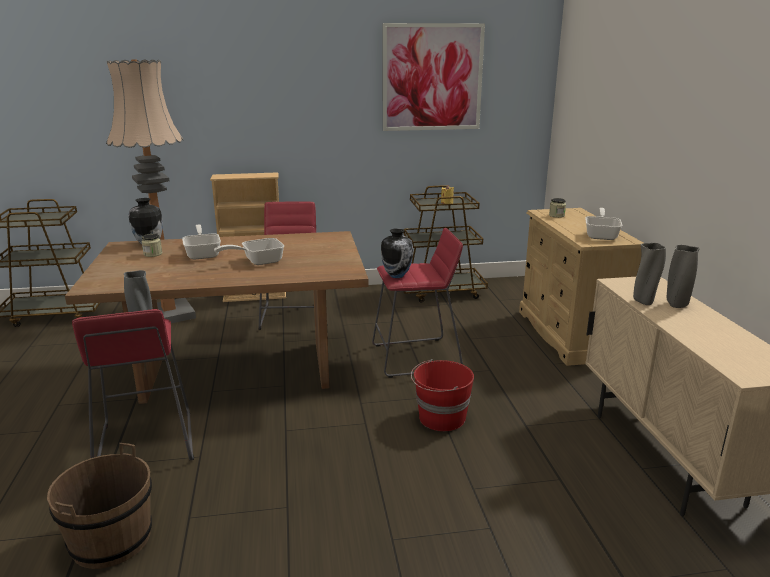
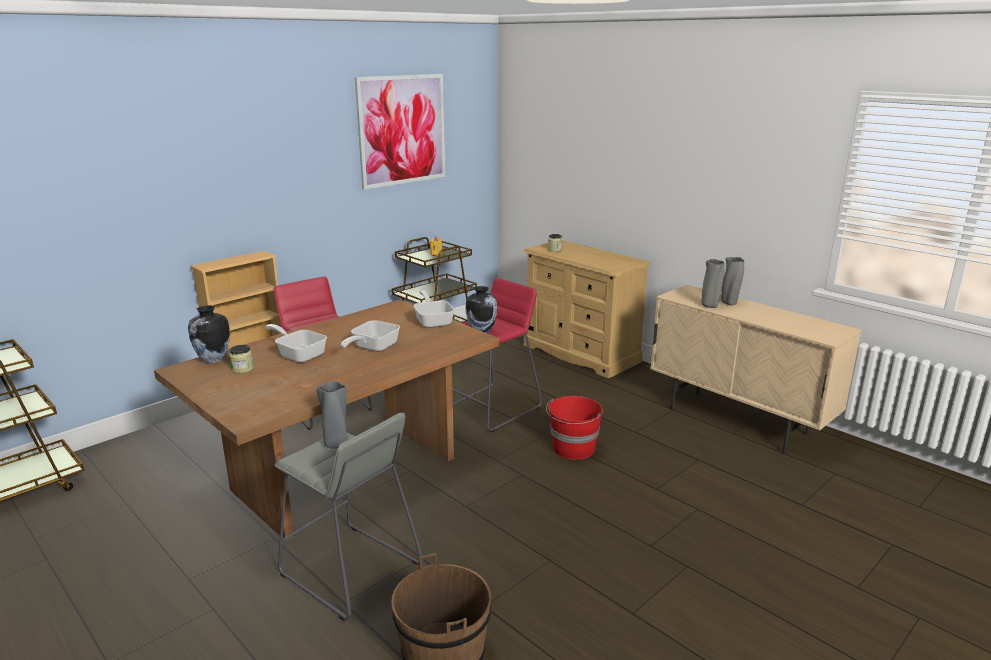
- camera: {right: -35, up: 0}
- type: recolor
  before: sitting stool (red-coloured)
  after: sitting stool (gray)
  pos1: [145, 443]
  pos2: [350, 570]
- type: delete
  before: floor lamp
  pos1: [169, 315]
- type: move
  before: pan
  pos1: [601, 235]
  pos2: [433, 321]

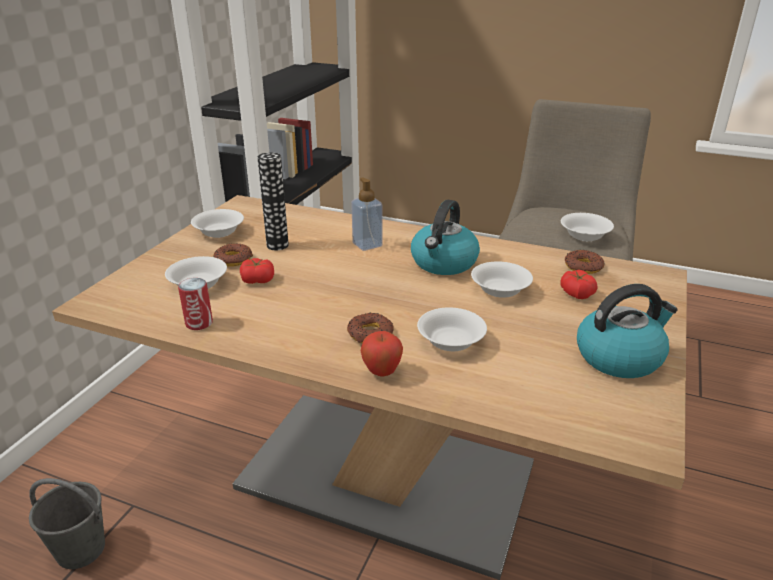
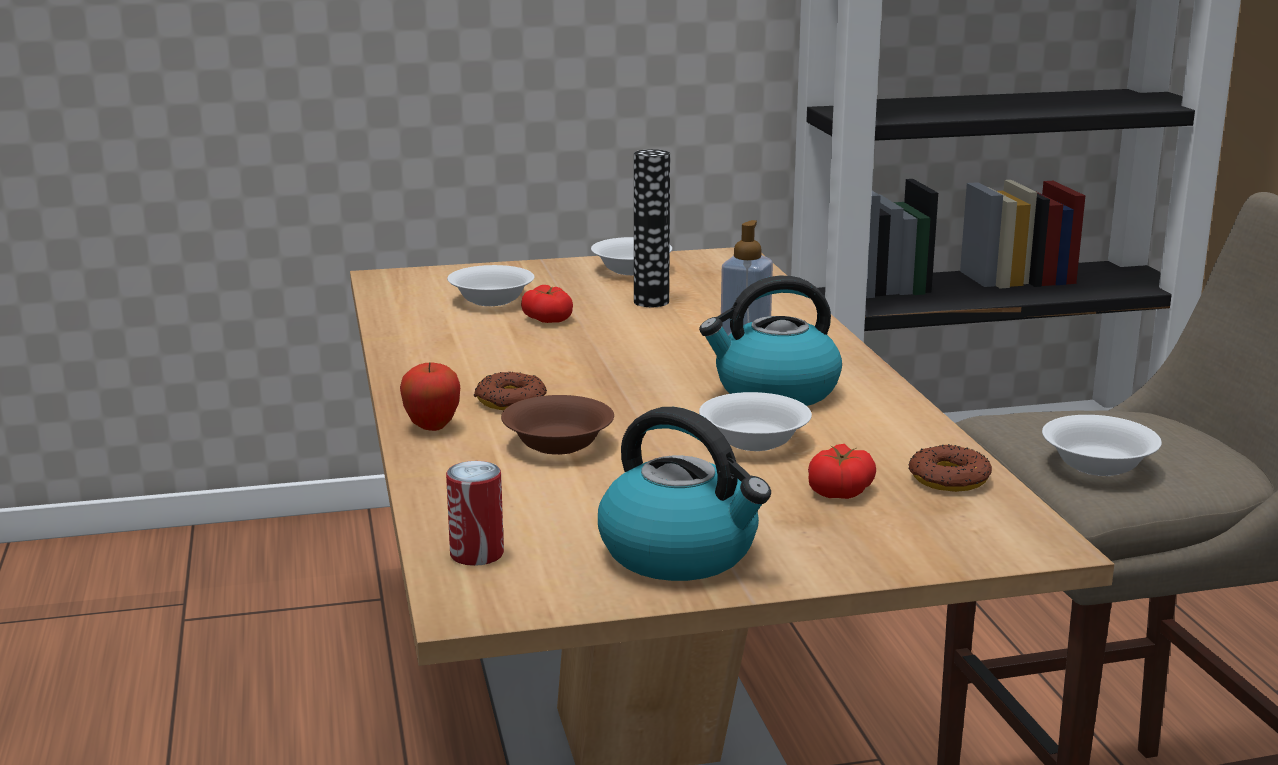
- camera: {right: 55, up: -10}
- type: delete
  before: pail (gray)
  pos1: [81, 549]
- type: move
  before: metal can
  pos1: [199, 323]
  pos2: [476, 554]
- type: delete
  before: doughnut
  pos1: [233, 259]
- type: recolor
  before: serving bowl (whitish)
  after: serving bowl (brown)
  pos1: [450, 341]
  pos2: [557, 444]

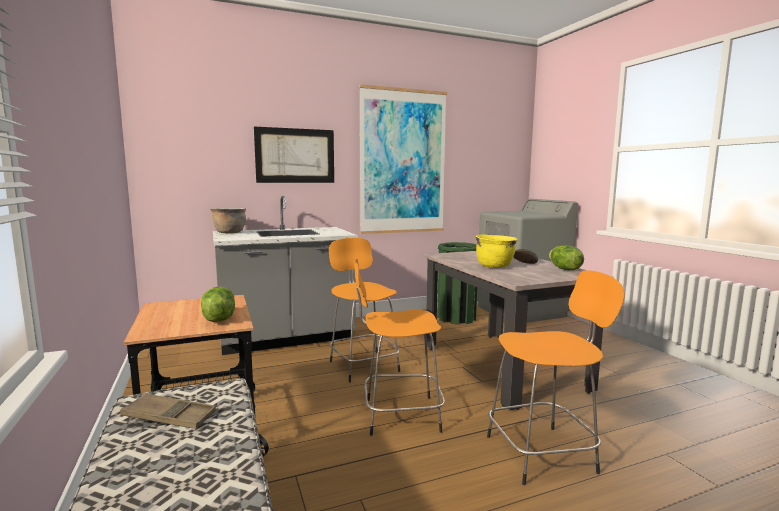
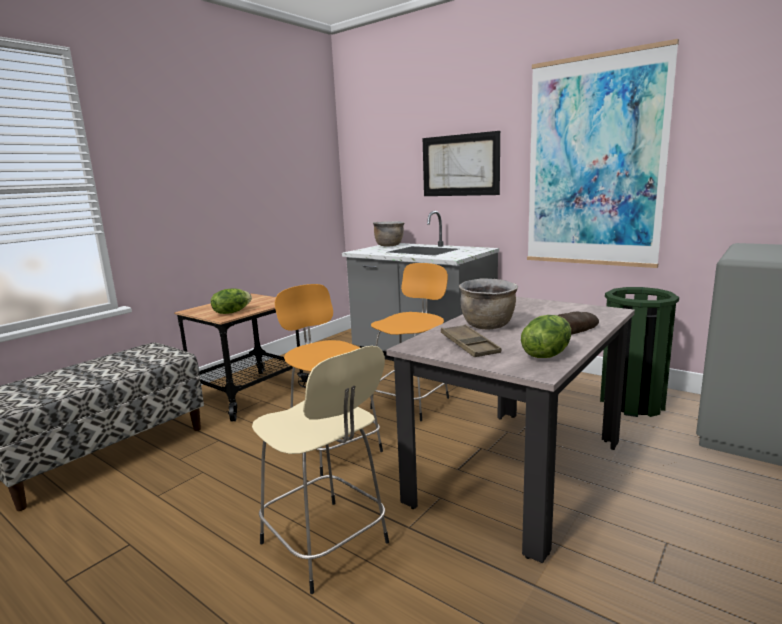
- camera: {right: 60, up: 5}
- type: move
  before: carrying tray (brown)
  pos1: [169, 417]
  pos2: [469, 346]
- type: recolor
  before: cooking pot (yellow)
  after: cooking pot (brown)
  pos1: [494, 266]
  pos2: [488, 326]
- type: recolor
  before: sitting stool (orangey)
  after: sitting stool (beige)
  pos1: [543, 453]
  pos2: [327, 545]

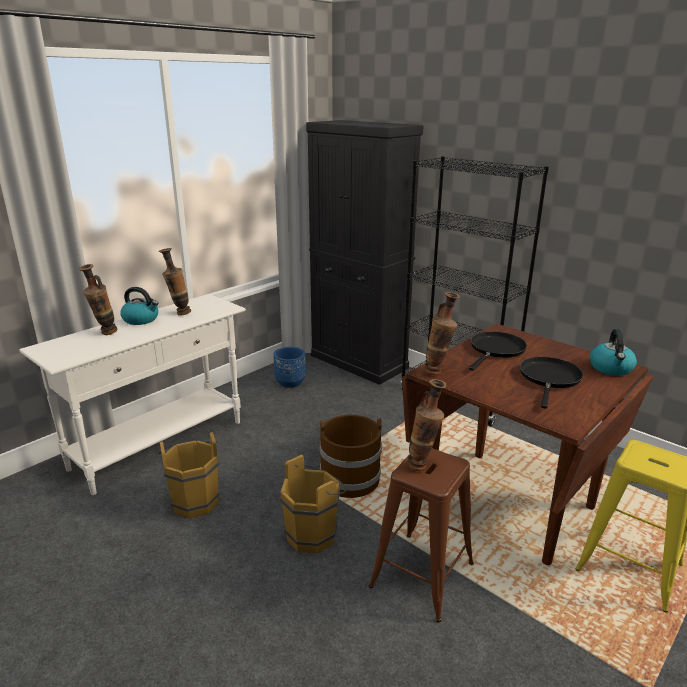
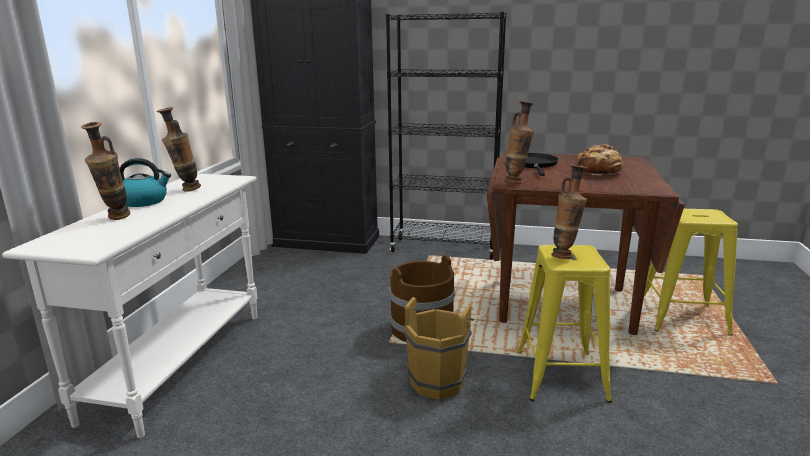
- camera: {right: -30, up: -5}
- type: delete
  before: pail (brown)
  pos1: [195, 500]
- type: delete
  before: flower pot (bluish)
  pos1: [290, 382]
- type: recolor
  before: sitting stool (brown)
  after: sitting stool (yellow)
  pos1: [422, 575]
  pos2: [560, 375]
- type: replace
  before: pan (black-coloured)
  after: bread
  pos1: [549, 378]
  pos2: [599, 172]
- type: delete
  before: tea kettle
  pos1: [611, 368]

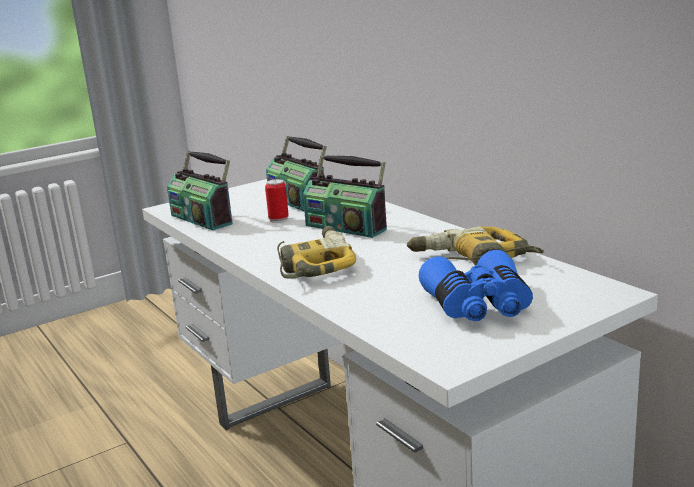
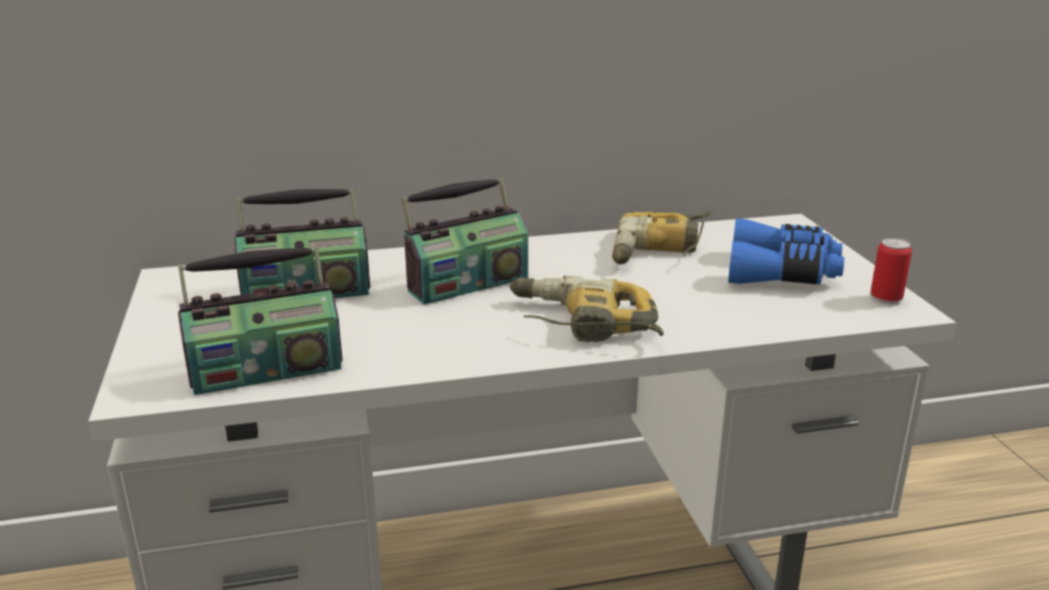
- camera: {right: -70, up: 5}
- type: move
  before: metal can
  pos1: [278, 219]
  pos2: [885, 299]

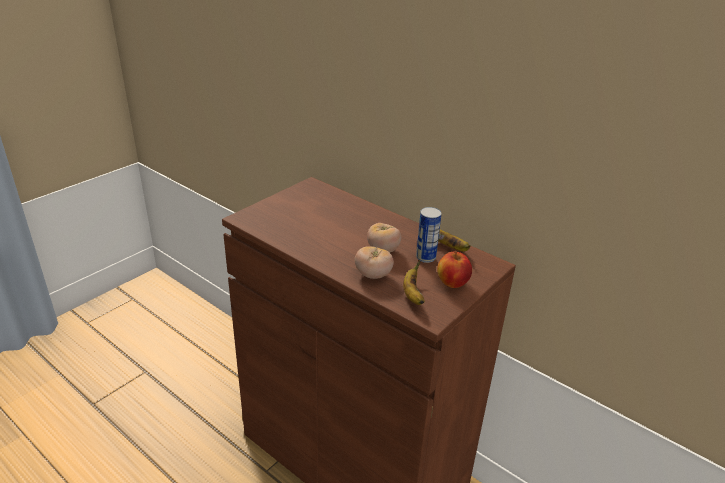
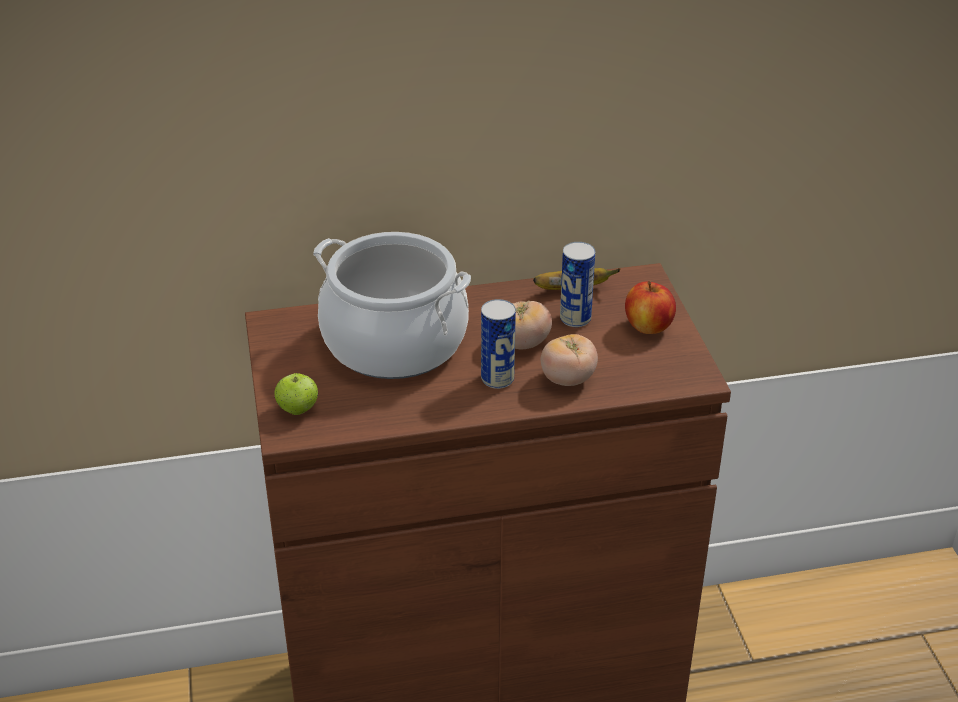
- camera: {right: -50, up: 5}
- type: delete
  before: banana fruit
  pos1: [412, 294]
- type: insert
  after: whole apple
  pos2: [298, 409]
- type: insert
  after: cooking pot
  pos2: [394, 343]
- type: insert
  after: metal can
  pos2: [497, 379]

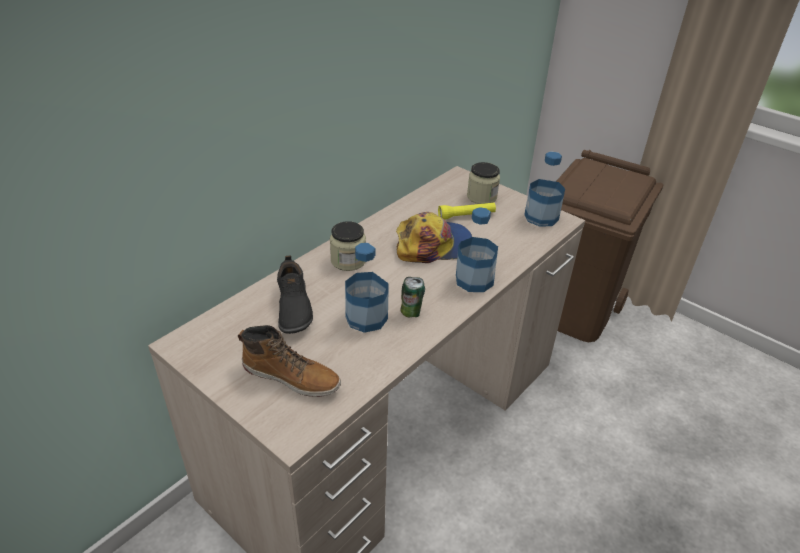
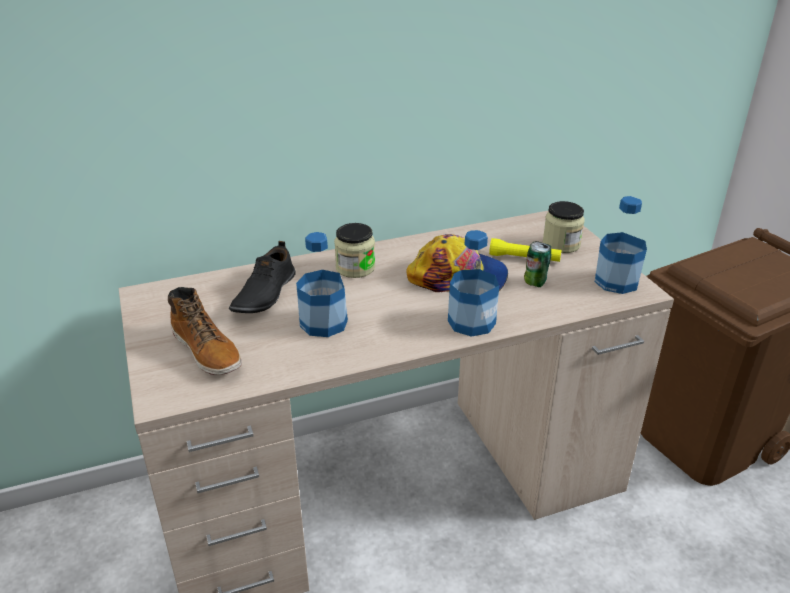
- camera: {right: 30, up: -5}
- type: move
  before: metal can
  pos1: [411, 312]
  pos2: [535, 282]

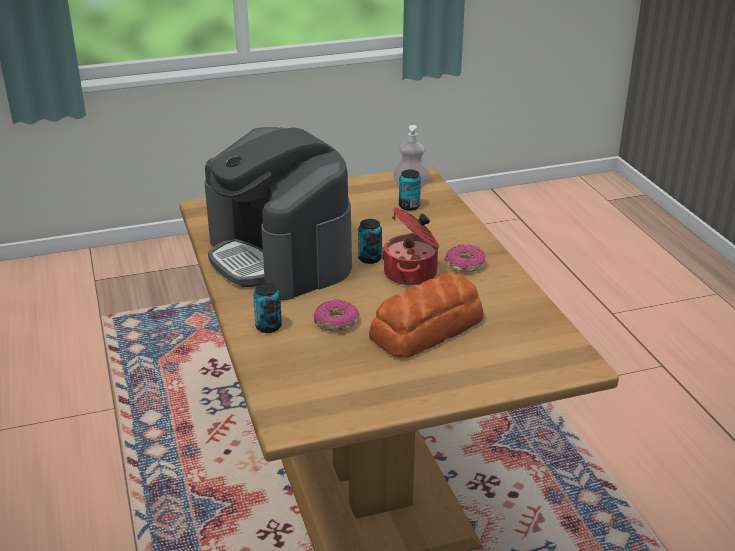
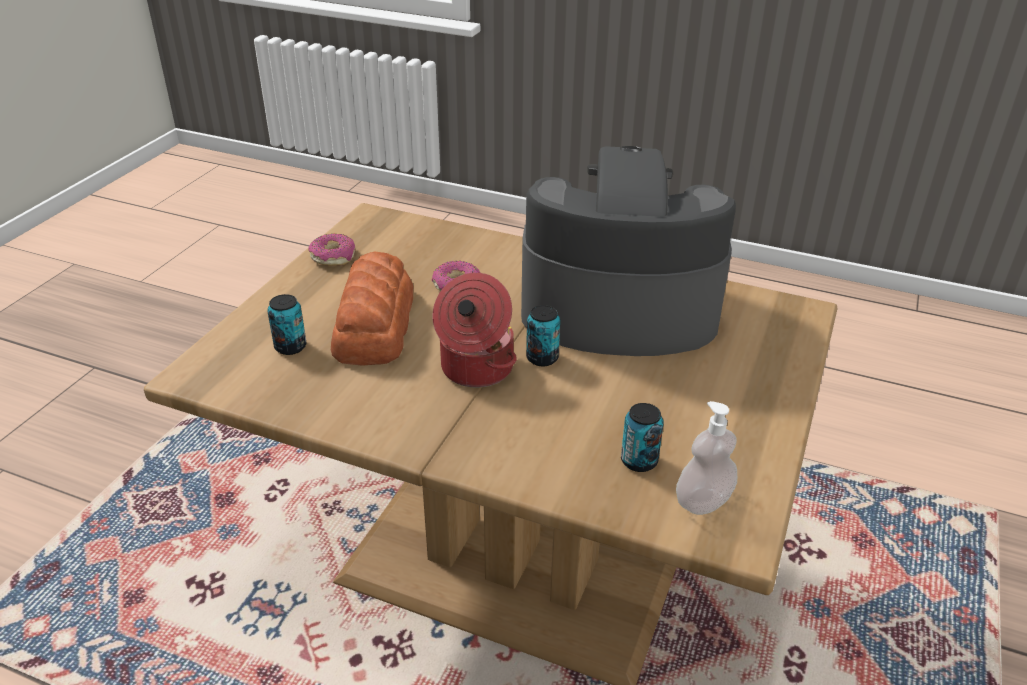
- camera: {right: 130, up: 5}
- type: move
  before: metal can
  pos1: [268, 326]
  pos2: [290, 347]
- type: move
  before: doughnut
  pos1: [465, 265]
  pos2: [333, 257]

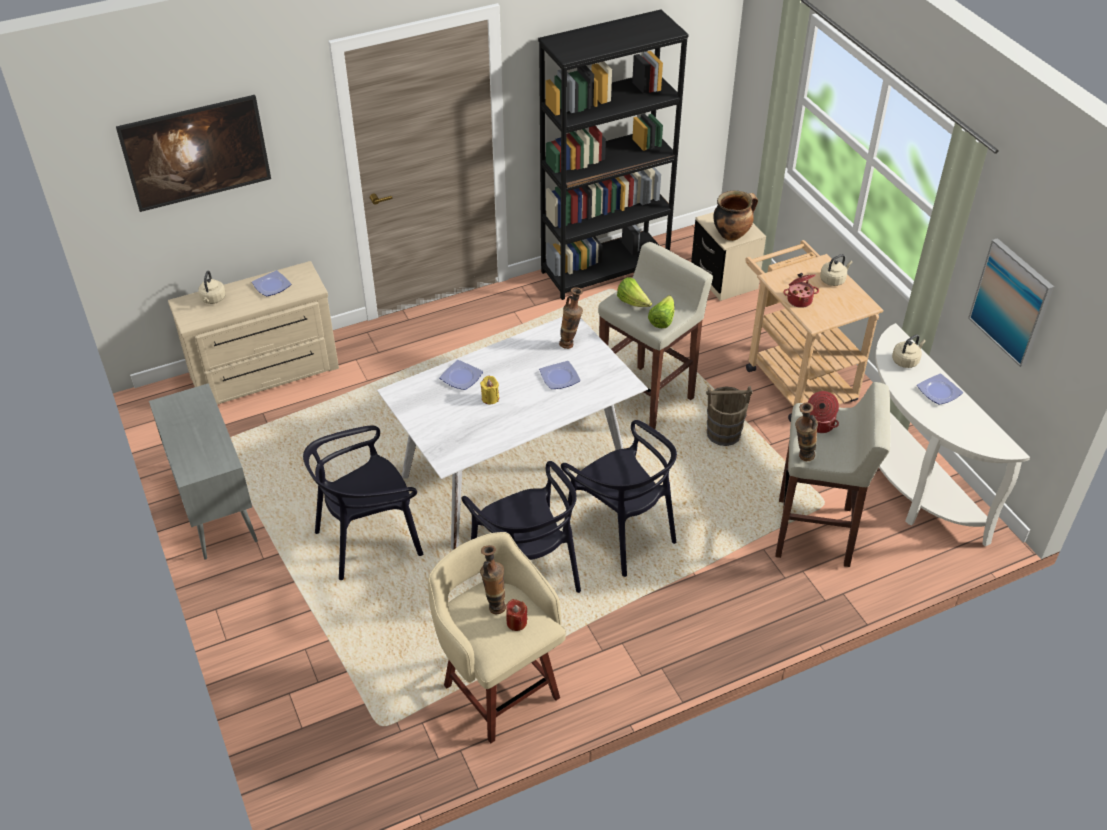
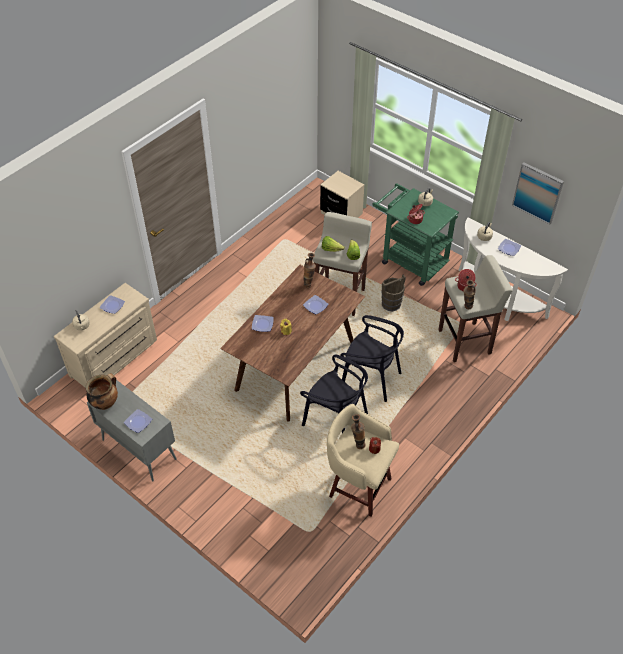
- camera: {right: -25, up: 5}
- type: delete
  before: picture
  pos1: [201, 173]
- type: delete
  before: chair (black-coloured)
  pos1: [369, 539]
- type: recolor
  before: dinner table (whitish)
  after: dinner table (brown)
  pos1: [515, 474]
  pos2: [296, 366]
- type: delete
  before: bookcase (black-coloured)
  pos1: [605, 269]
- type: move
  before: cooking pot
  pos1: [732, 234]
  pos2: [105, 402]
- type: recolor
  before: trolley (beige)
  after: trolley (green-coloured)
  pos1: [794, 378]
  pos2: [409, 260]
- type: insert
  after: dinner plate
  pos2: [138, 421]

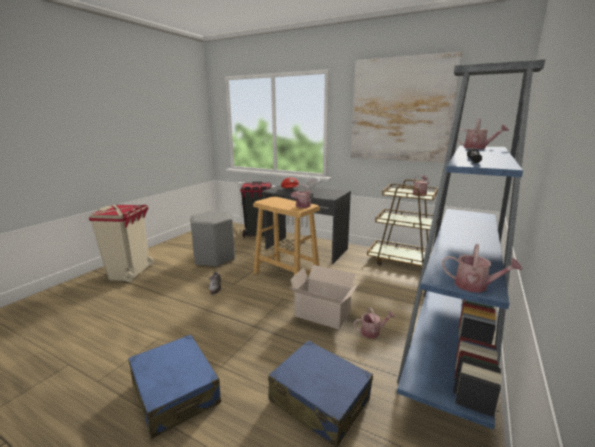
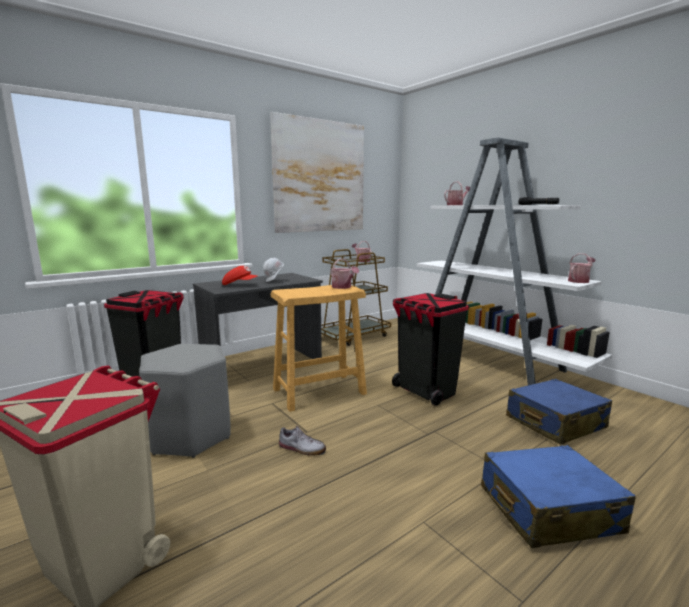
- camera: {right: -65, up: -5}
- type: replace
  before: cardboard box
  after: rubbish bin (black-coloured)
  pos1: [324, 315]
  pos2: [426, 391]
- type: delete
  before: watering pot
  pos1: [372, 332]
- type: recolor
  before: bookcase (bluish)
  after: bookcase (whitish)
  pos1: [450, 342]
  pos2: [488, 358]

